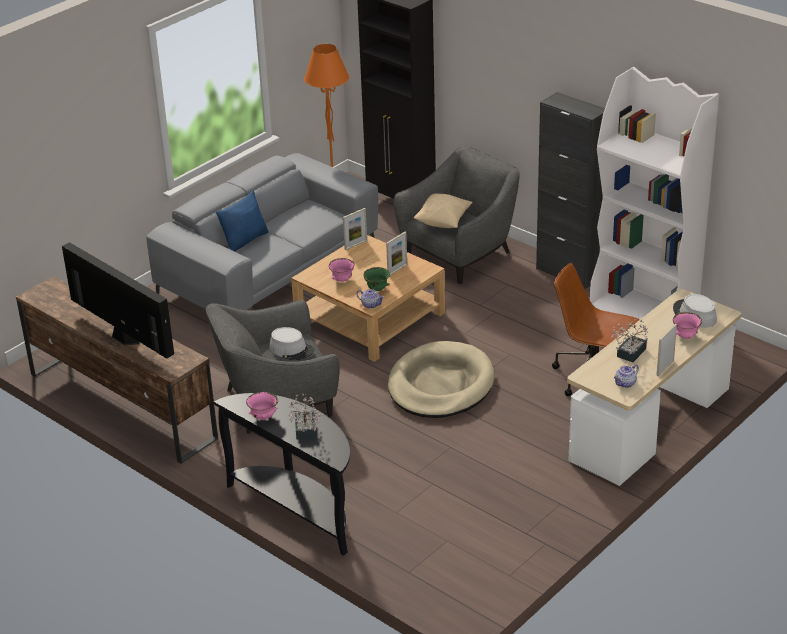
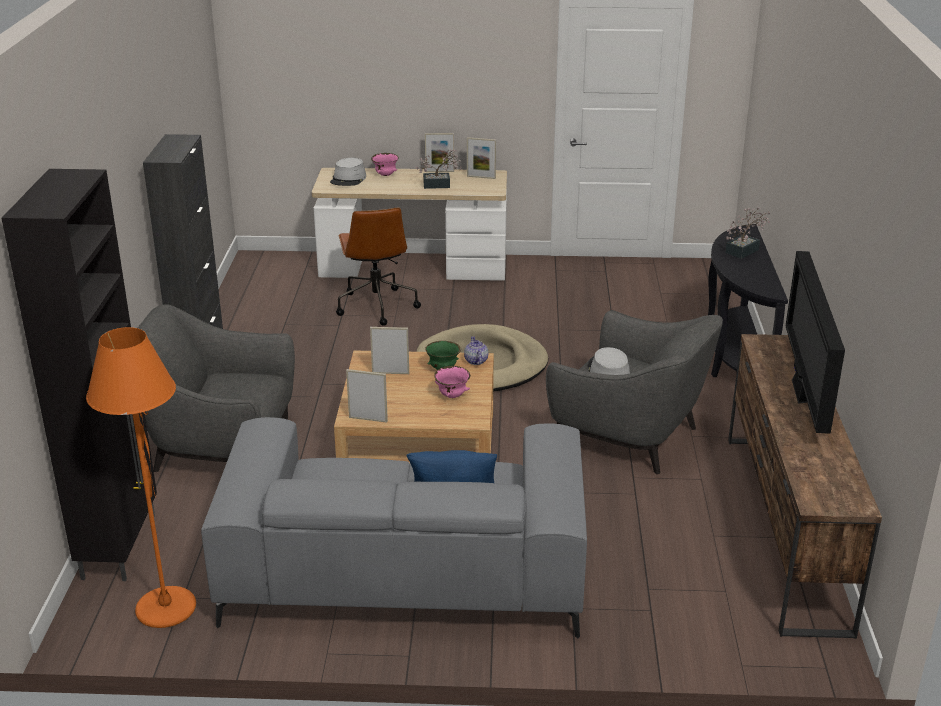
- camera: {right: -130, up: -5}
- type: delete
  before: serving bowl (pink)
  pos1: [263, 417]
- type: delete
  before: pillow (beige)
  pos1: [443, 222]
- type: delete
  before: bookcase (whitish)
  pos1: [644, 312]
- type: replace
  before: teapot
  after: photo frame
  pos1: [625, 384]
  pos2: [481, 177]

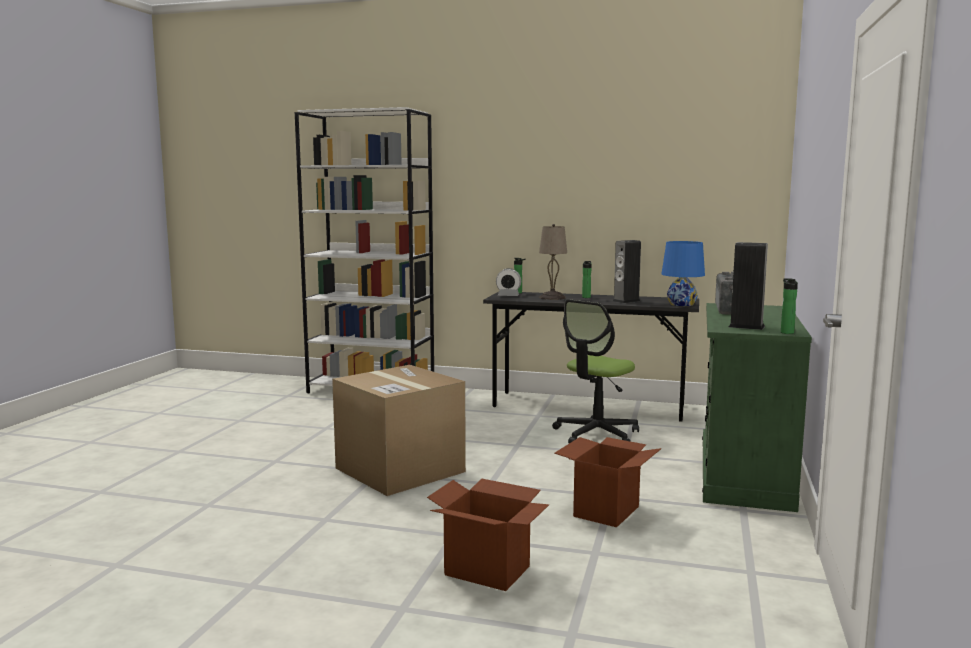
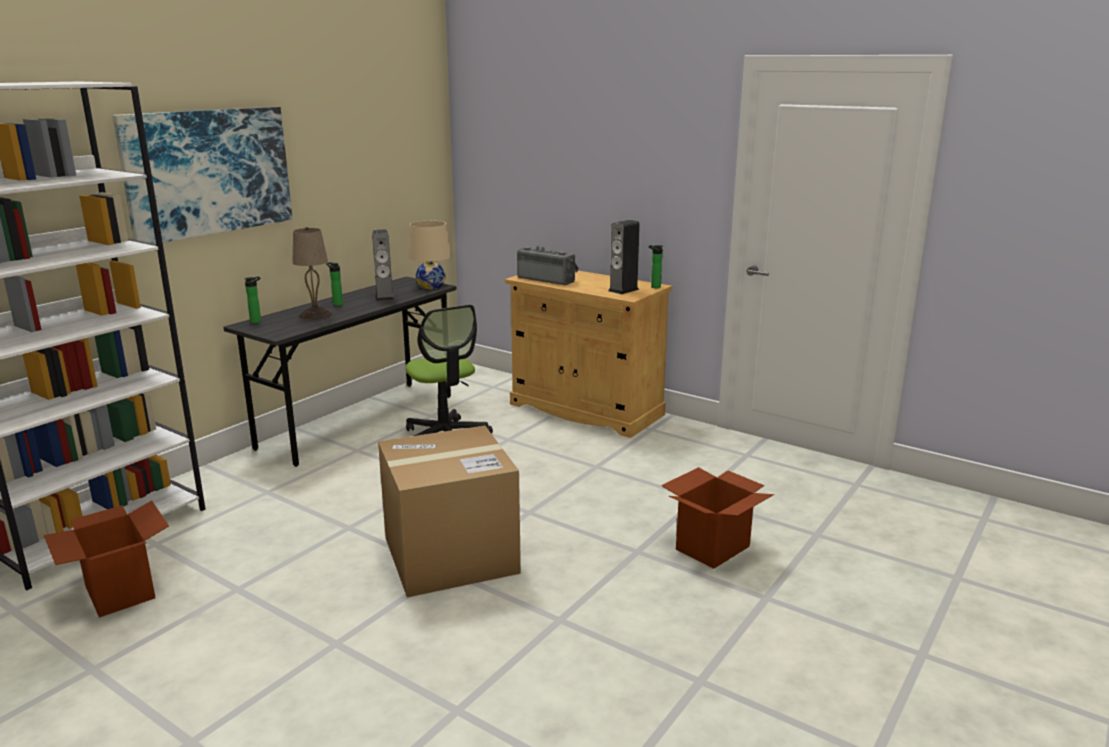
- camera: {right: -70, up: 10}
- type: delete
  before: alarm clock
  pos1: [508, 296]
- type: move
  before: cardboard box
  pos1: [606, 511]
  pos2: [119, 592]
- type: recolor
  before: lamp for a table (bluish)
  after: lamp for a table (beige)
  pos1: [681, 304]
  pos2: [431, 286]
- type: recolor
  before: cupboard (green-coloured)
  after: cupboard (beige)
  pos1: [743, 473]
  pos2: [586, 409]
- type: insert
  after: picture
  pos2: [208, 172]

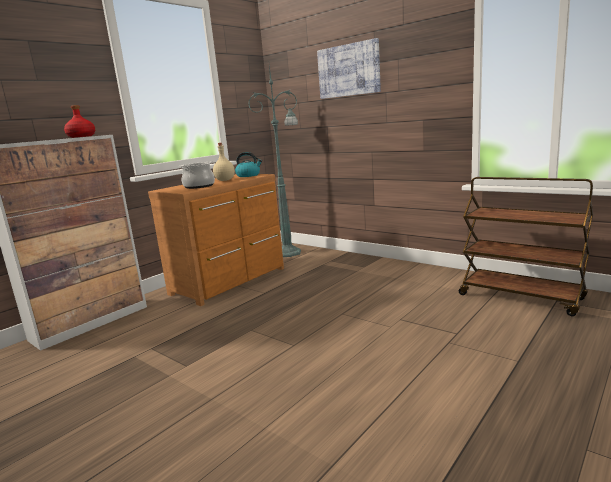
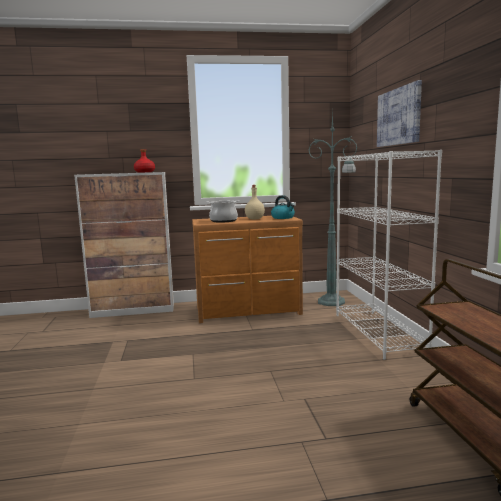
- camera: {right: 40, up: -5}
- type: insert
  after: bookcase (whitish)
  pos2: [378, 333]

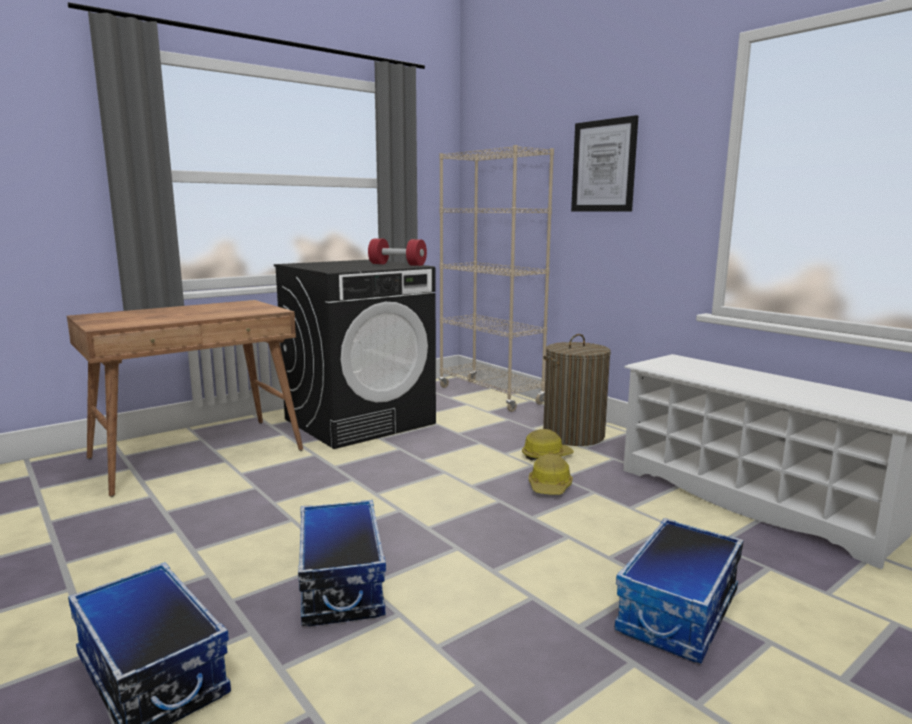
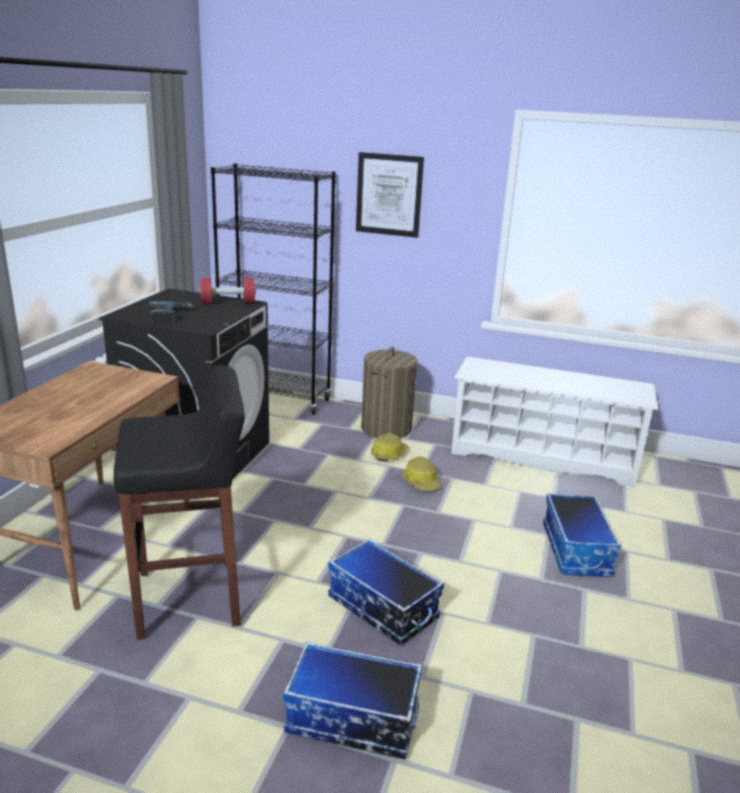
- camera: {right: -35, up: 10}
- type: recolor
  before: bookcase (beige)
  after: bookcase (black-coloured)
  pos1: [490, 395]
  pos2: [276, 399]
- type: insert
  after: sitting stool (black-coloured)
  pos2: [191, 598]
- type: insert
  after: power drill
  pos2: [169, 316]

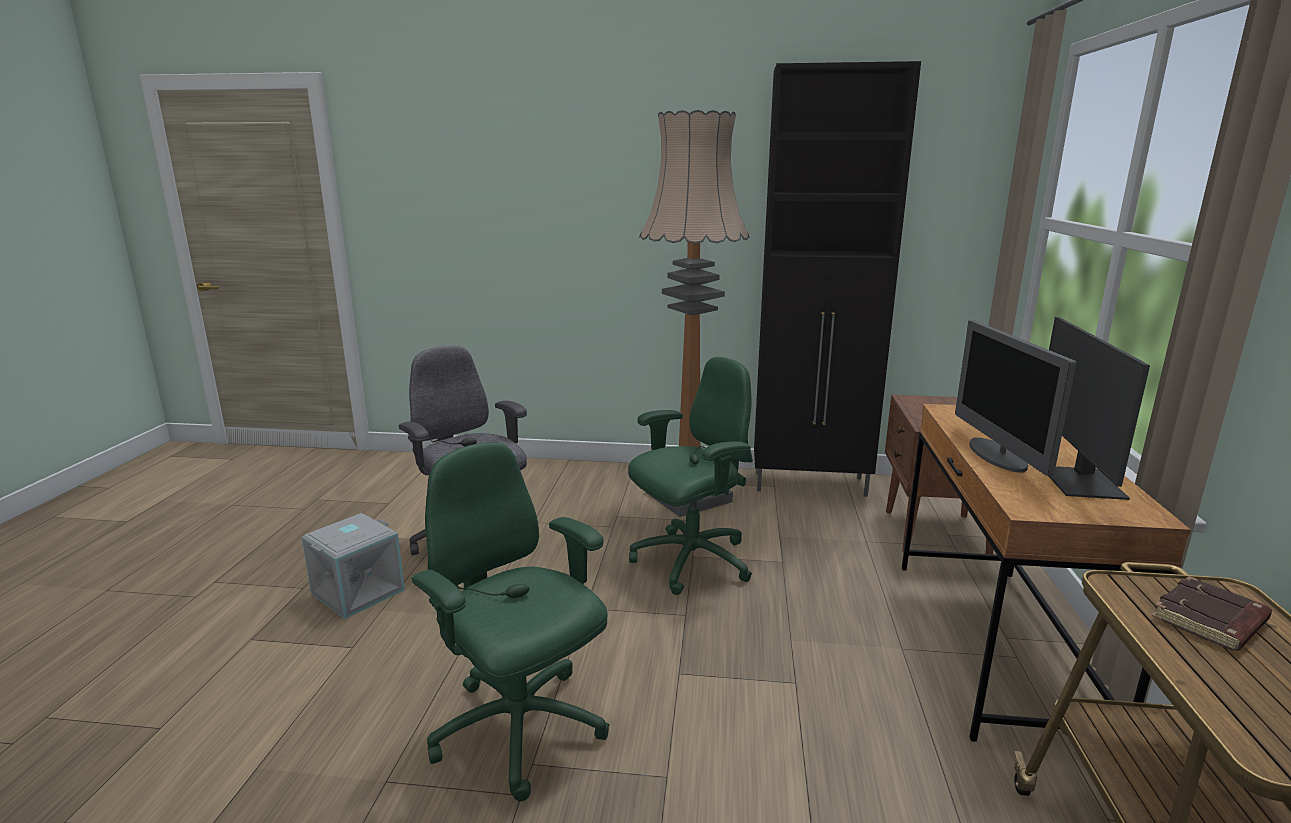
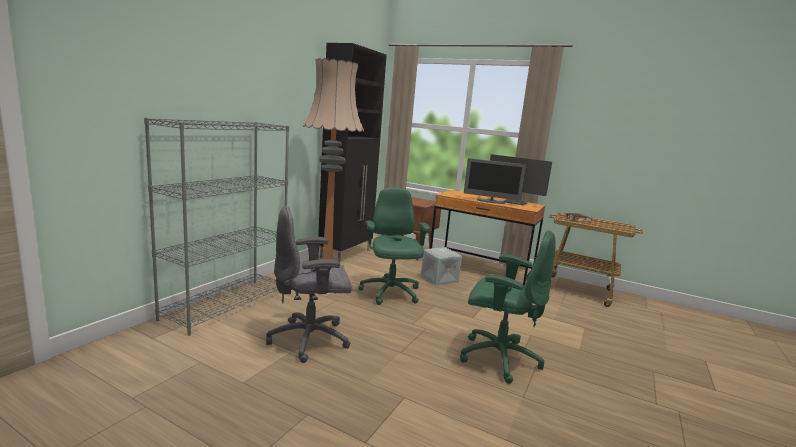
- camera: {right: -70, up: -5}
- type: move
  before: storage box (gray)
  pos1: [358, 591]
  pos2: [438, 279]
- type: rotate
  before: computer chair (green-coloured)
  pos1: [520, 731]
  pos2: [498, 357]
  turn: -135
- type: insert
  after: bookcase (gray)
  pos2: [227, 304]

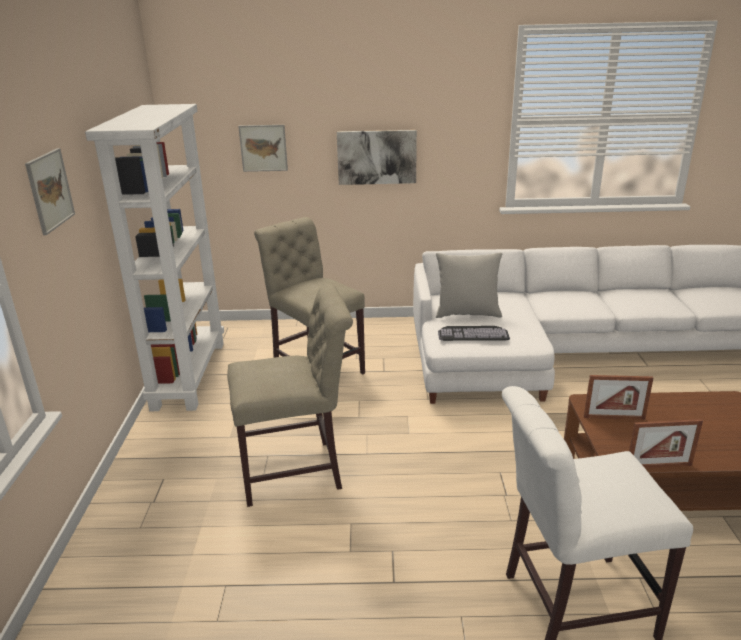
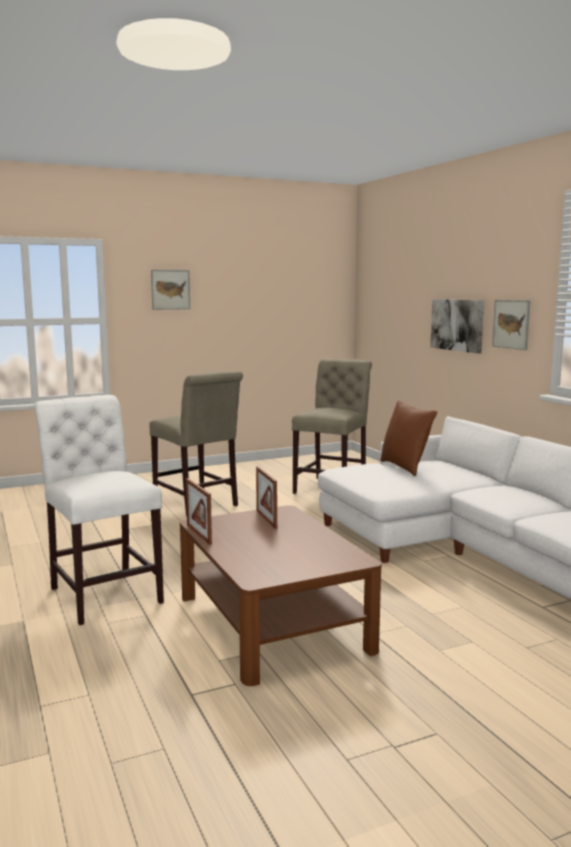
- camera: {right: 65, up: -15}
- type: delete
  before: bookcase (whitish)
  pos1: [188, 374]
- type: move
  before: picture
  pos1: [263, 148]
  pos2: [511, 324]
- type: recolor
  before: pillow (gray)
  after: pillow (brown)
  pos1: [467, 313]
  pos2: [405, 467]
- type: delete
  before: computer keyboard
  pos1: [473, 333]

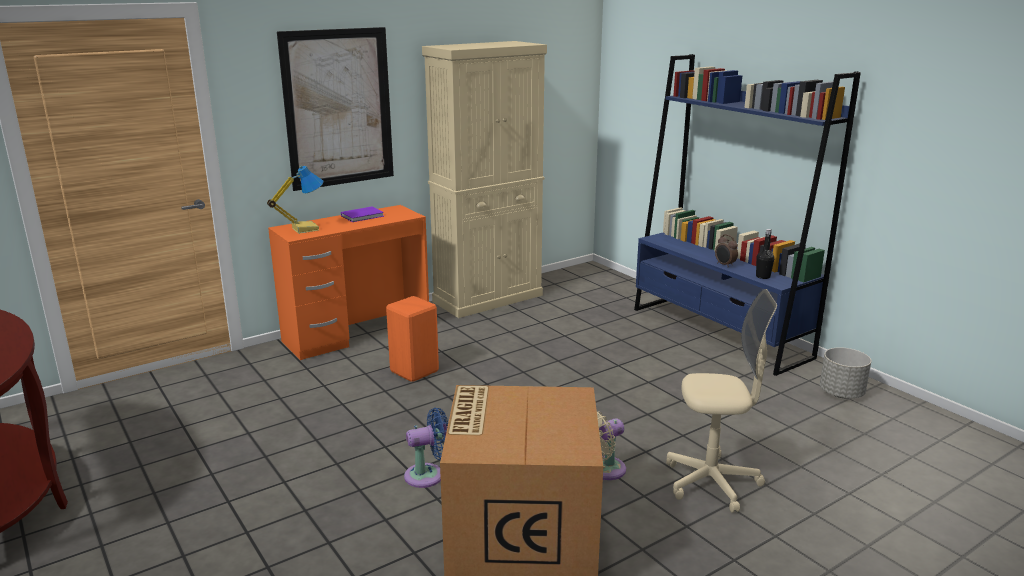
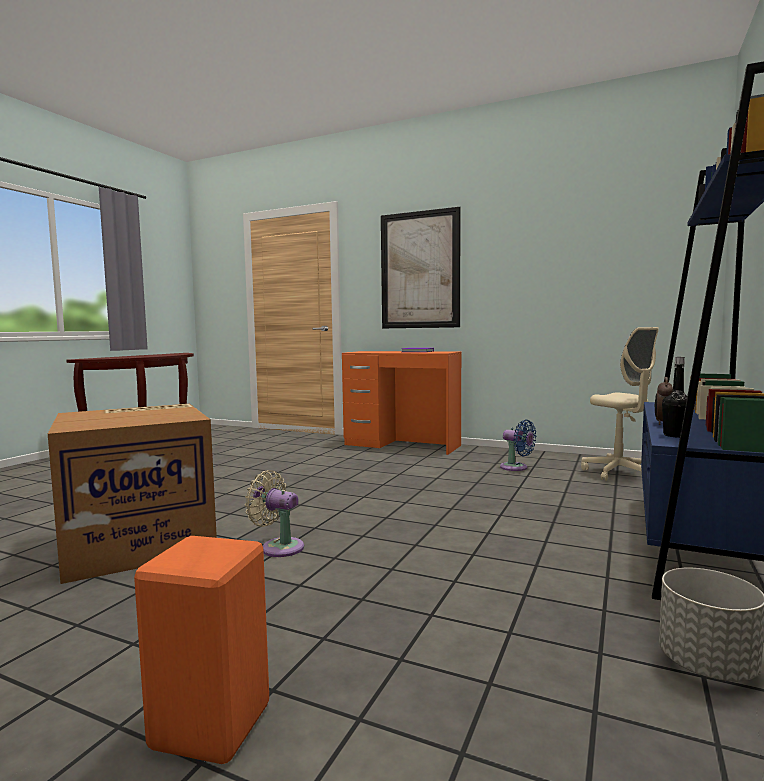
- camera: {right: 60, up: -15}
- type: delete
  before: lamp for a table
  pos1: [304, 229]
- type: move
  before: sitting stool (orangey)
  pos1: [414, 372]
  pos2: [207, 727]
- type: move
  before: electric fan (bluish)
  pos1: [428, 475]
  pos2: [516, 468]
- type: delete
  before: cupboard (beige)
  pos1: [488, 298]
- type: move
  before: computer chair (beige)
  pos1: [712, 483]
  pos2: [619, 473]

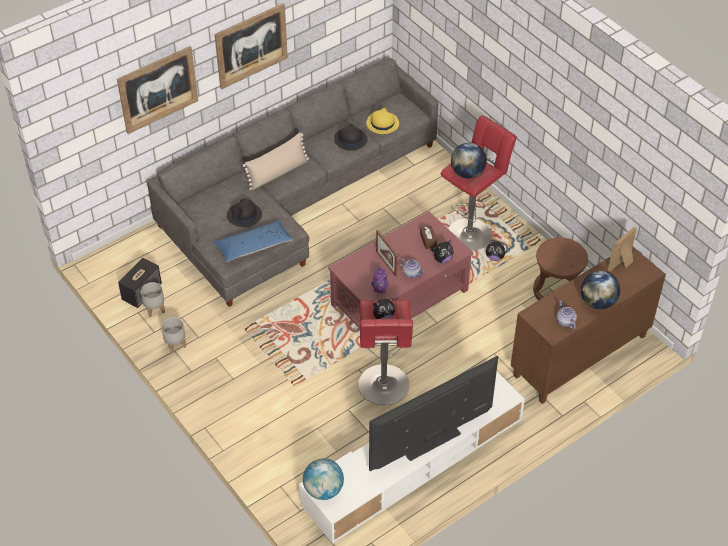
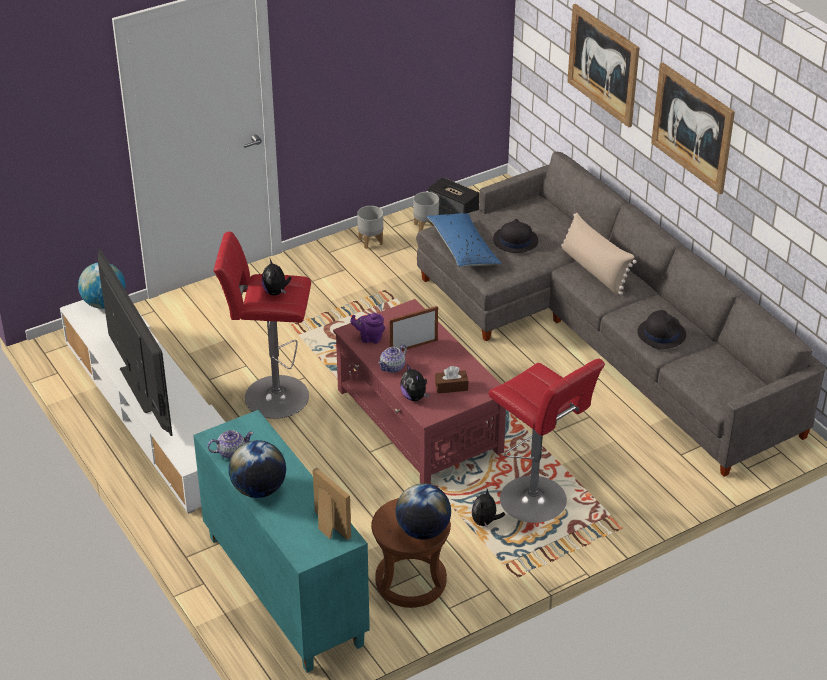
- camera: {right: 95, up: -10}
- type: delete
  before: hat (yellow)
  pos1: [382, 123]
- type: move
  before: desk globe
  pos1: [467, 173]
  pos2: [423, 531]
- type: recolor
  before: cupboard (brown)
  after: cupboard (turquoise-coloured)
  pos1: [580, 357]
  pos2: [282, 590]

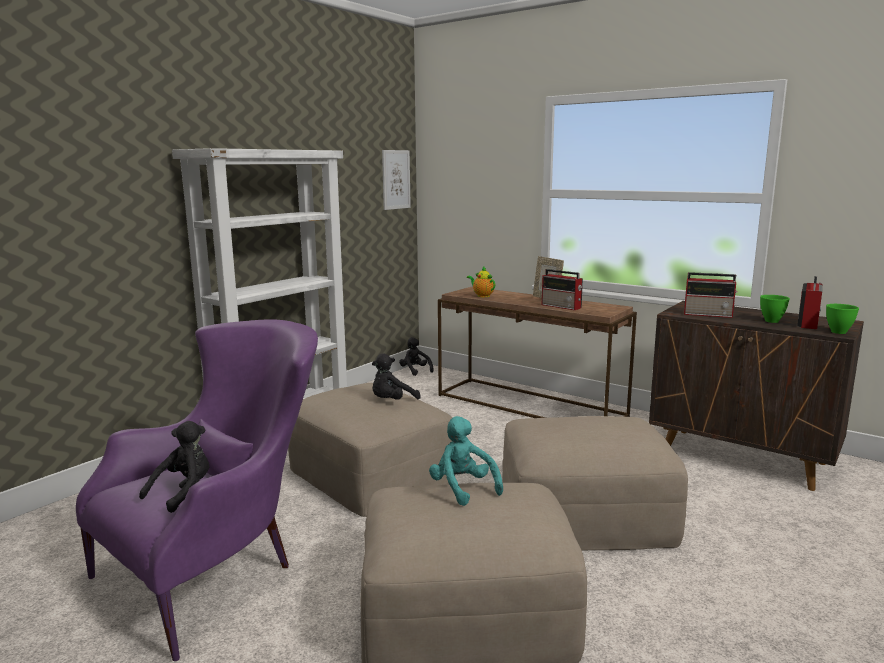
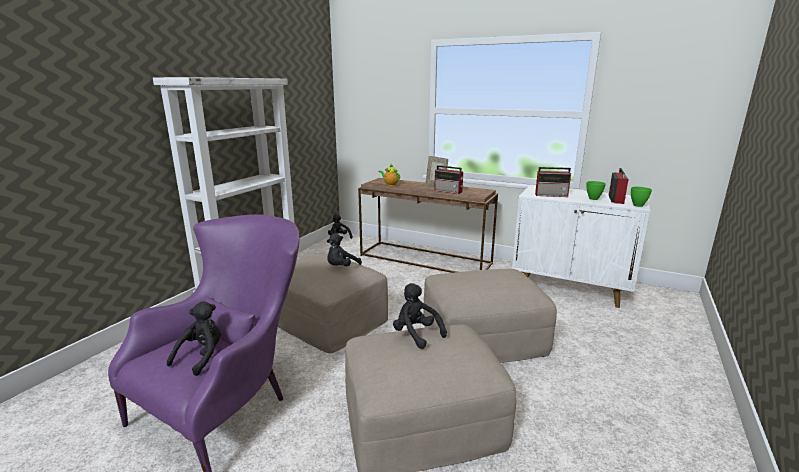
- camera: {right: -10, up: 5}
- type: delete
  before: picture
  pos1: [396, 179]
- type: recolor
  before: plush toy (turquoise-coloured)
  after: plush toy (black-coloured)
  pos1: [463, 488]
  pos2: [416, 334]
- type: recolor
  before: cupboard (brown)
  after: cupboard (whitish)
  pos1: [743, 458]
  pos2: [570, 288]

